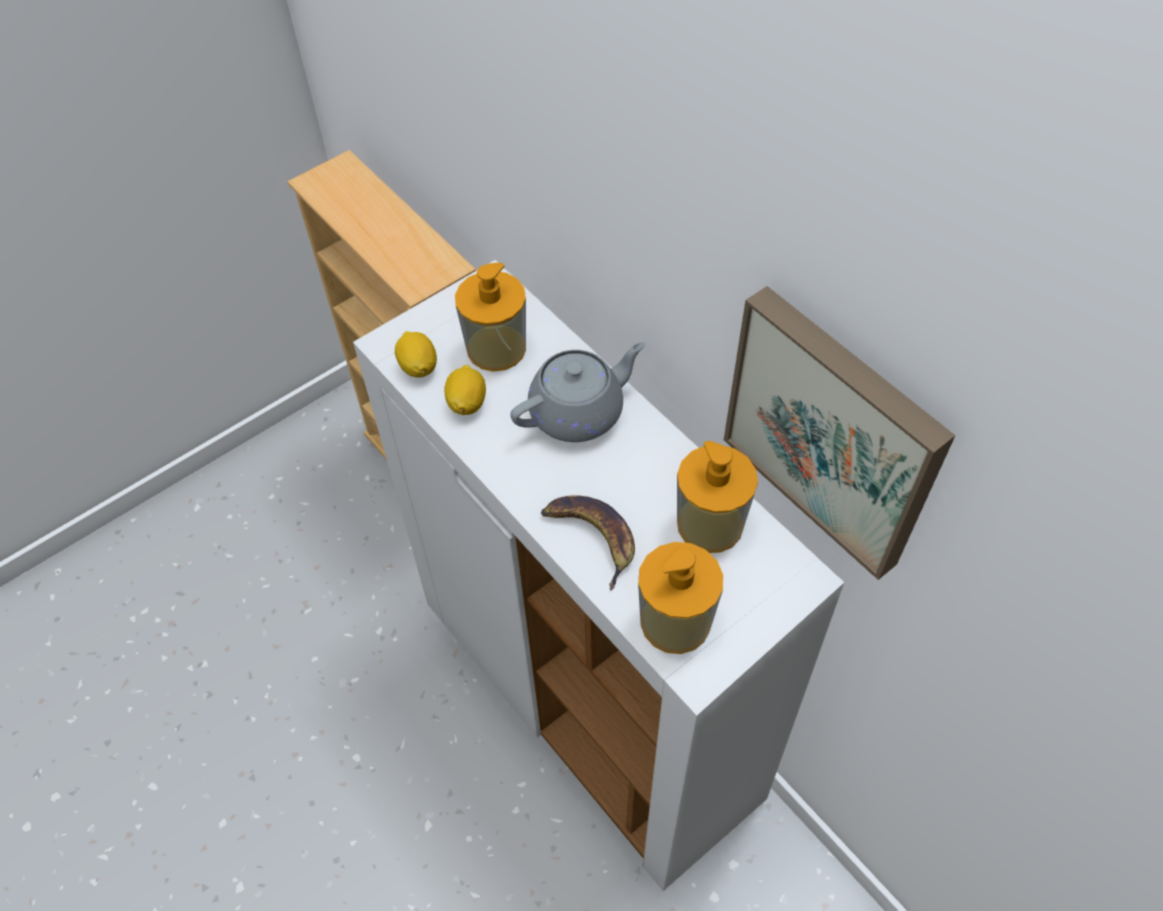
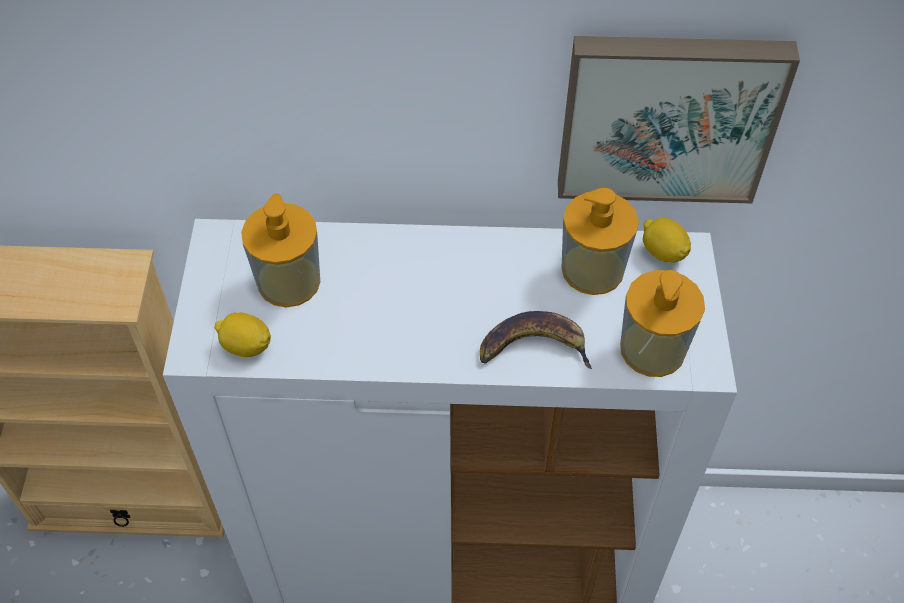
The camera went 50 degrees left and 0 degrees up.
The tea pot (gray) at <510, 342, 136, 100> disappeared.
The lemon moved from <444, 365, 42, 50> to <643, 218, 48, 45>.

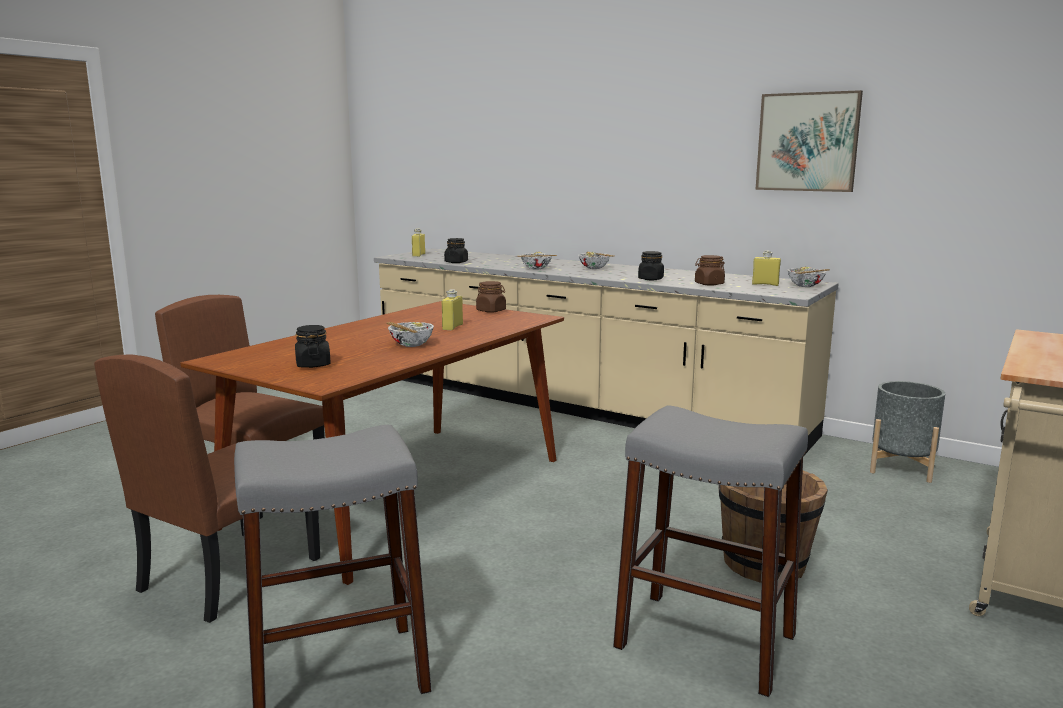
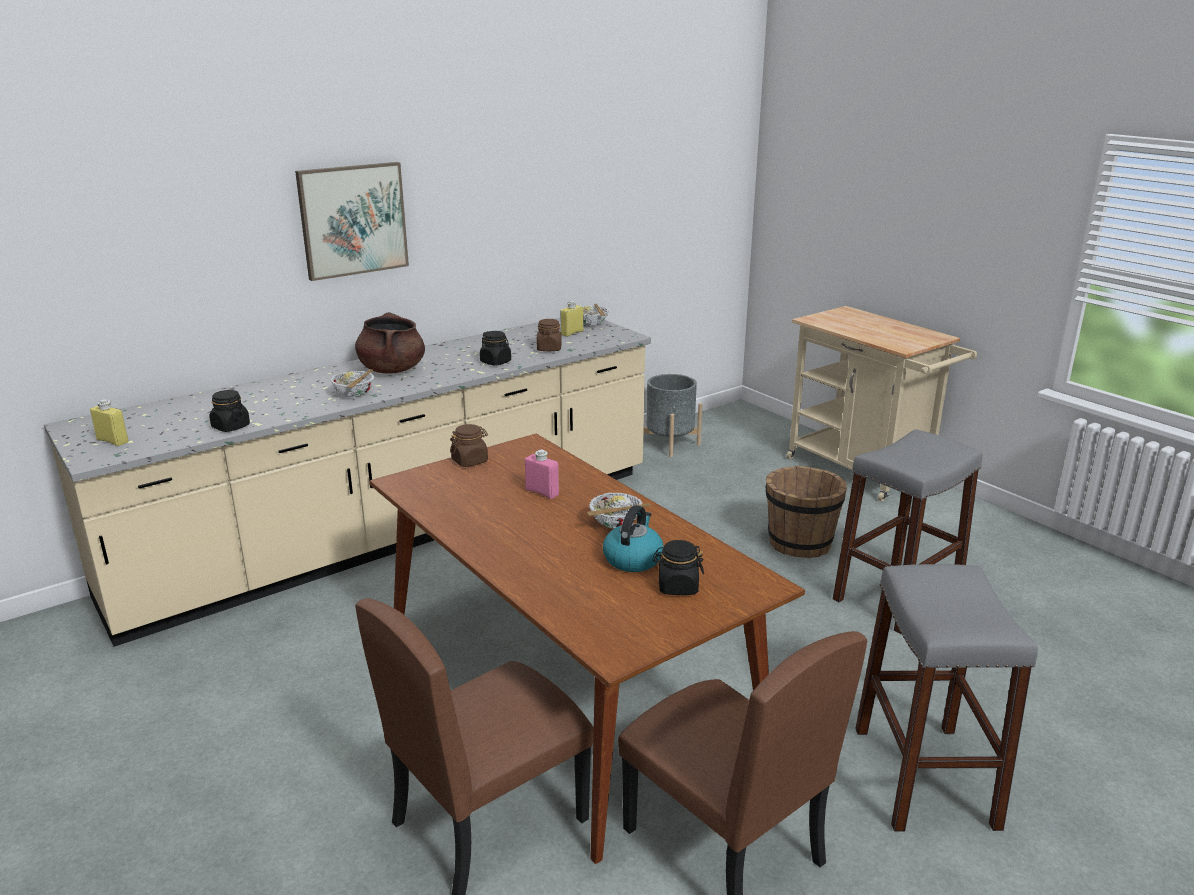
The camera went 70 degrees left and 10 degrees up.
The wall picture moved from <755, 90, 108, 102> to <295, 162, 114, 119>.
The serving bowl at <578, 252, 36, 17> was replaced by the saucepot (brown-coloured) at <355, 312, 70, 62>.
The drink bottle (yellow) at <442, 289, 21, 41> became the drink bottle (pinkish) at <525, 450, 34, 49>.
The tea kettle at <603, 505, 61, 67> appeared.

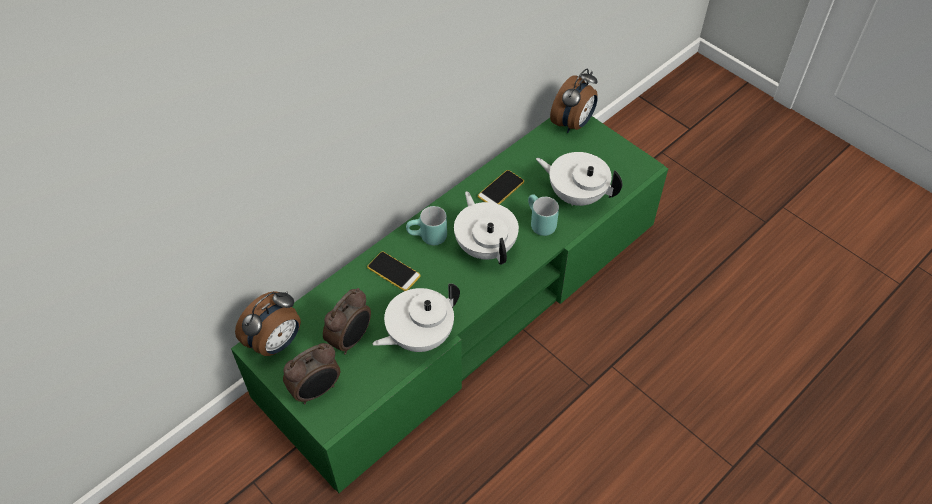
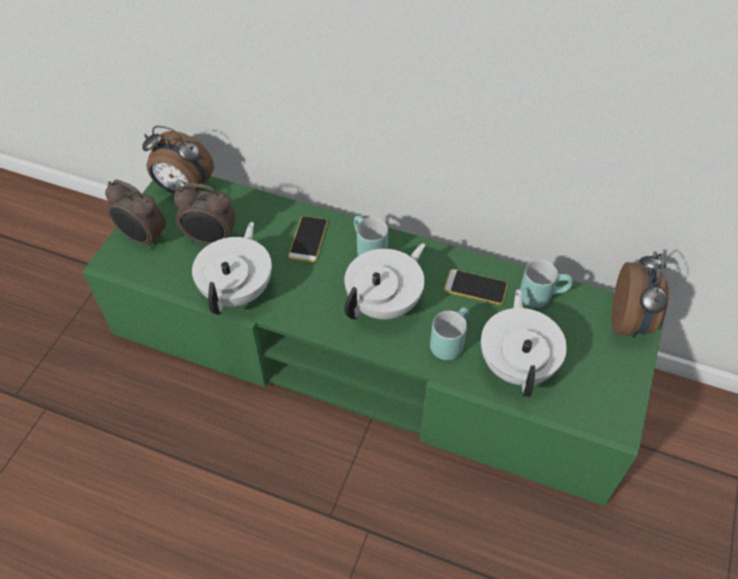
The camera went 65 degrees right and 0 degrees up.
The alarm clock at <550, 69, 48, 64> turned 90 degrees counterclockwise.
The tea pot (white) at <373, 283, 87, 69> turned 75 degrees clockwise.
The tea mug (blue-green) at <520, 260, 53, 48> appeared.

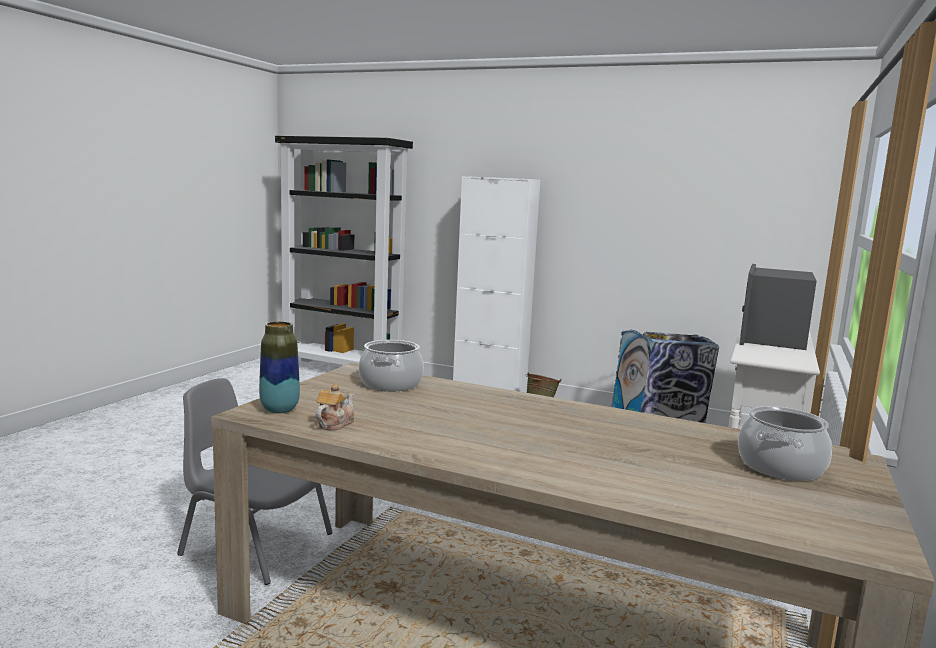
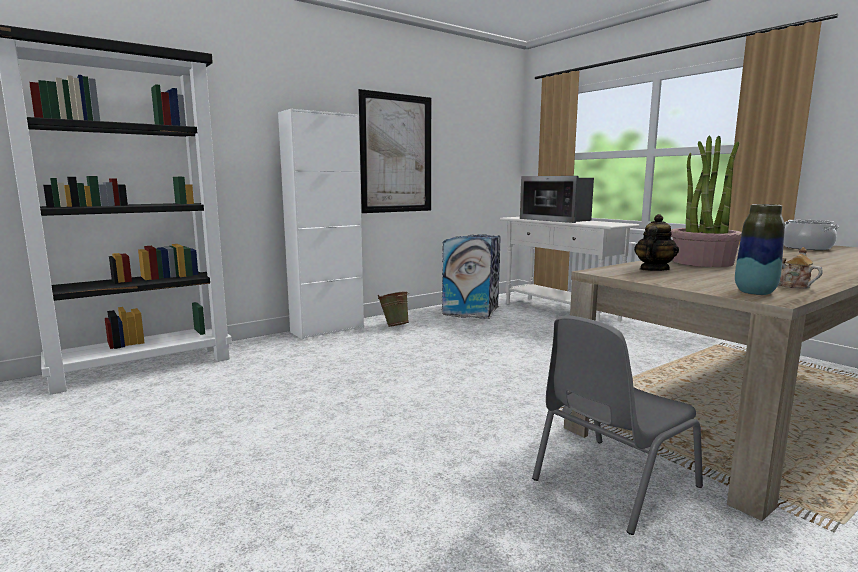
The camera went 60 degrees left and 0 degrees up.
The saucepot at <359, 340, 65, 51> was replaced by the tea pot at <634, 214, 45, 57>.
The wall picture at <358, 89, 73, 124> appeared.
The potted plant at <671, 135, 71, 132> appeared.

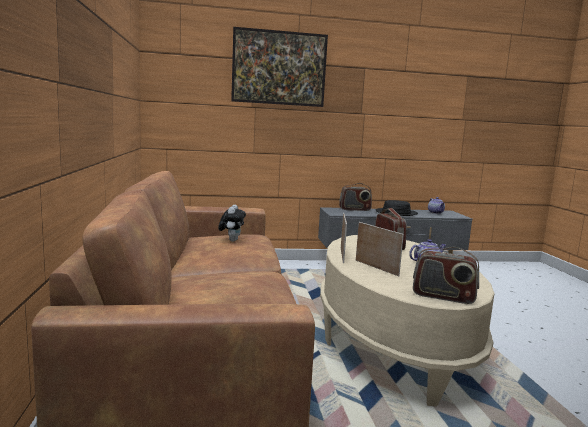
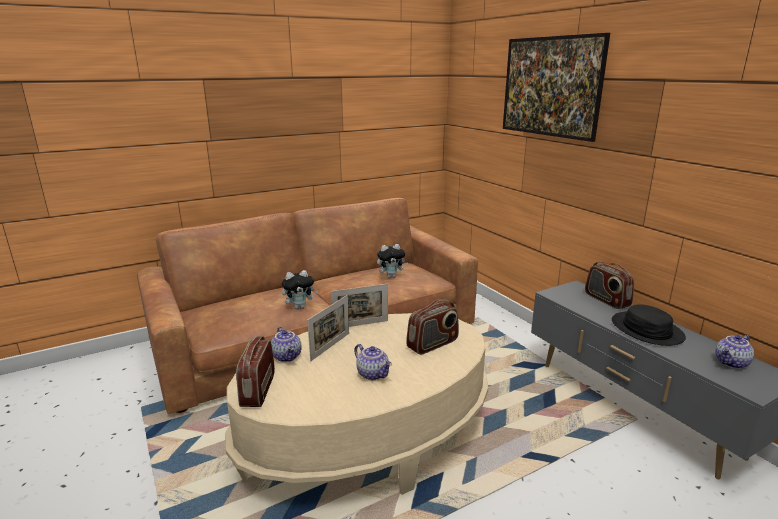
The camera went 70 degrees right and 10 degrees up.
The plush toy at <282, 270, 36, 39> appeared.
The tea pot at <271, 327, 31, 35> appeared.

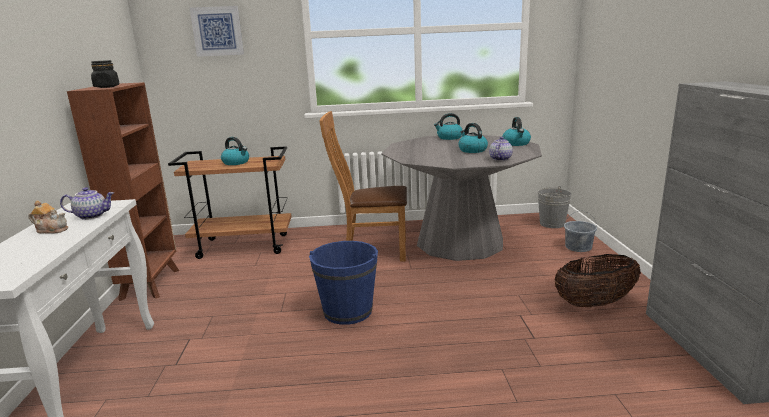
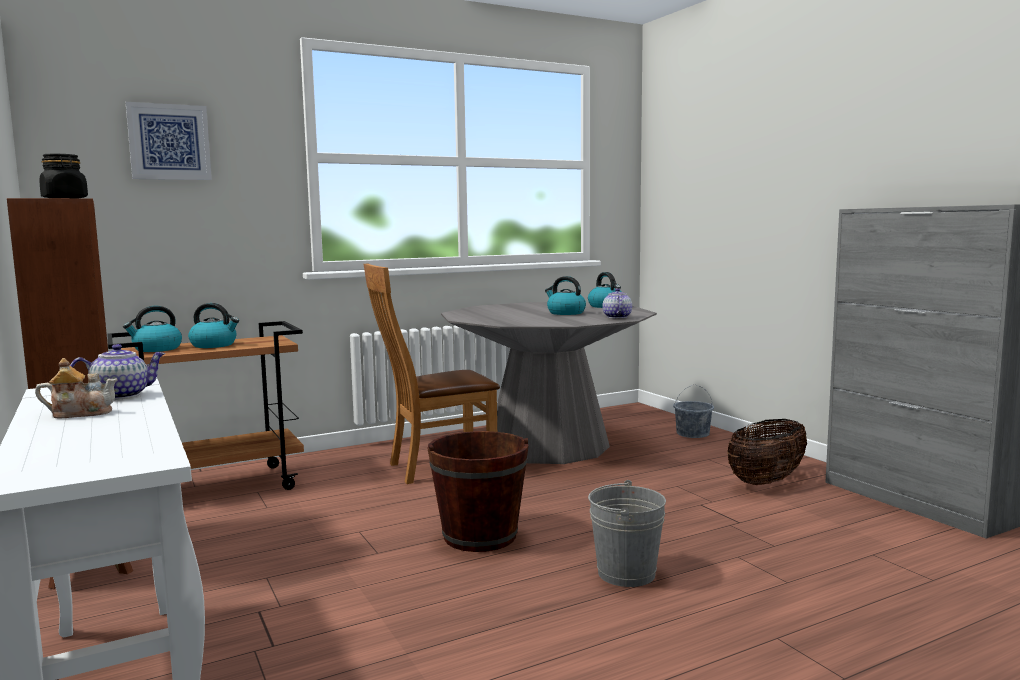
The camera went 25 degrees left and 10 degrees down.
The tea kettle moved from <434, 113, 29, 27> to <123, 306, 59, 46>.
The water bucket (gray) moved from <537, 186, 35, 42> to <588, 480, 78, 107>.
The water bucket (blue-coloured) at <309, 241, 69, 84> became the water bucket (brown-coloured) at <428, 431, 101, 121>.

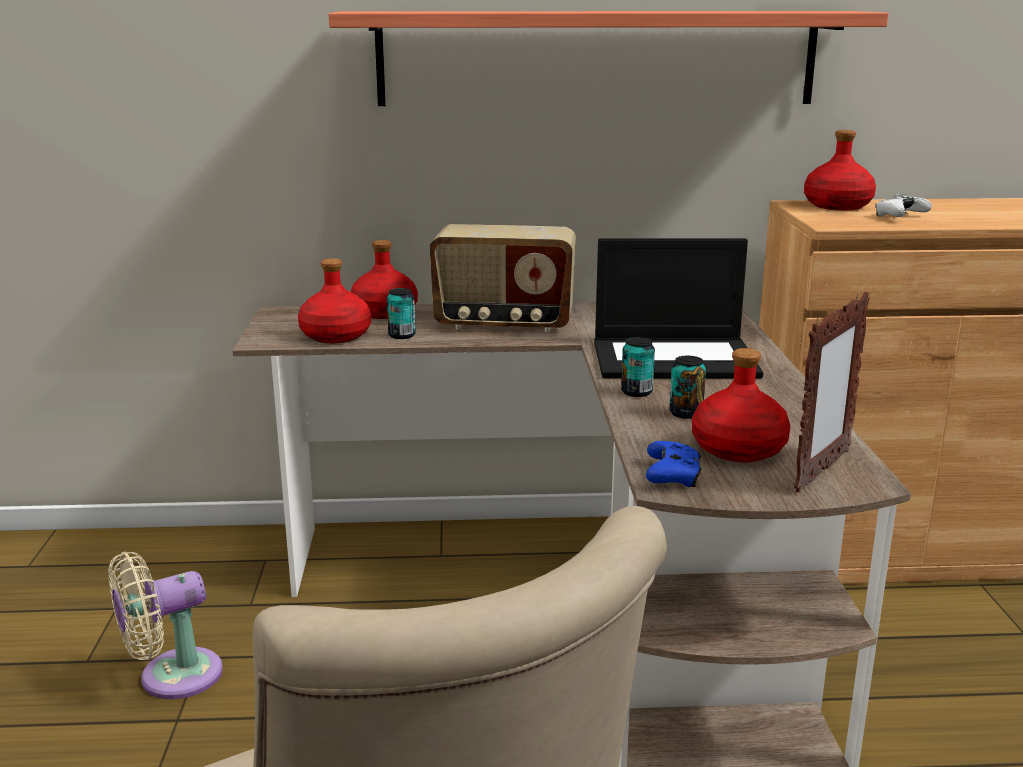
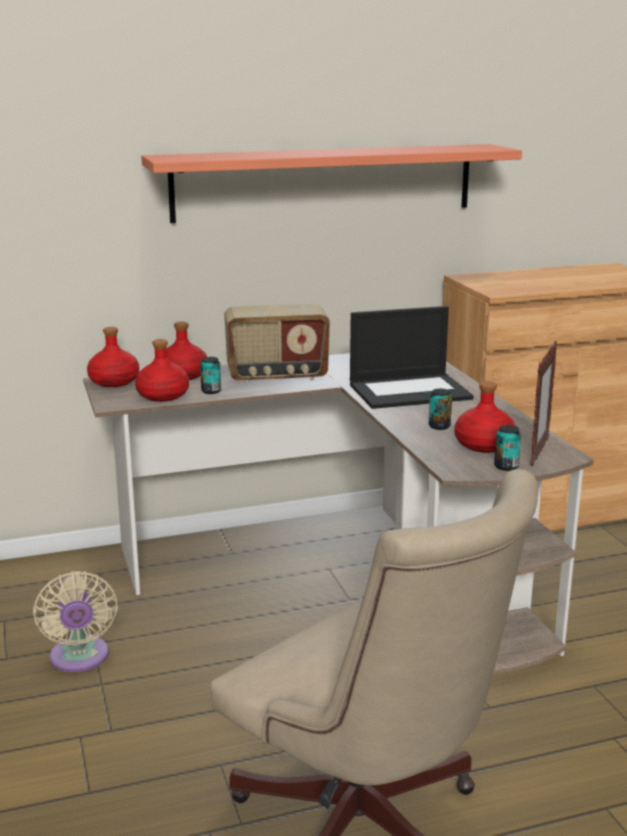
The camera went 15 degrees left and 0 degrees up.
The drink bottle (reddish) moved from <804, 130, 72, 80> to <87, 327, 52, 60>.
The game controller (white) at <875, 193, 57, 24> disappeared.
The sealed can moved from <621, 337, 34, 60> to <494, 425, 27, 46>.
The game controller (blue-coloured) at <646, 441, 56, 46> disappeared.
The electric fan (beige-coloured) at <108, 552, 115, 147> turned 60 degrees counterclockwise.

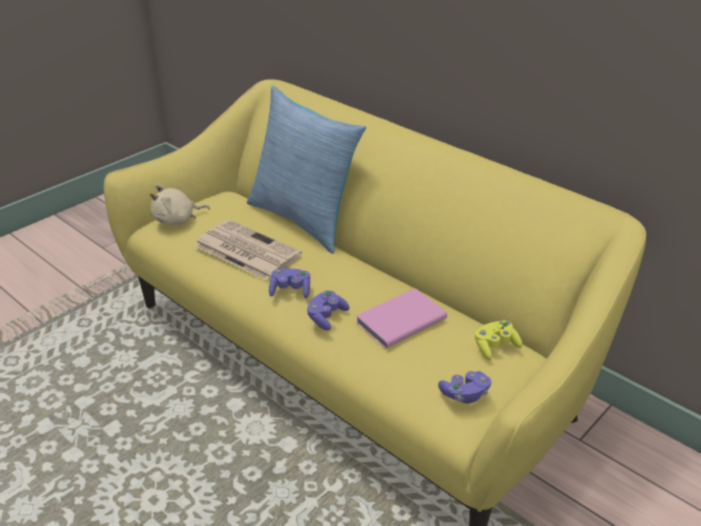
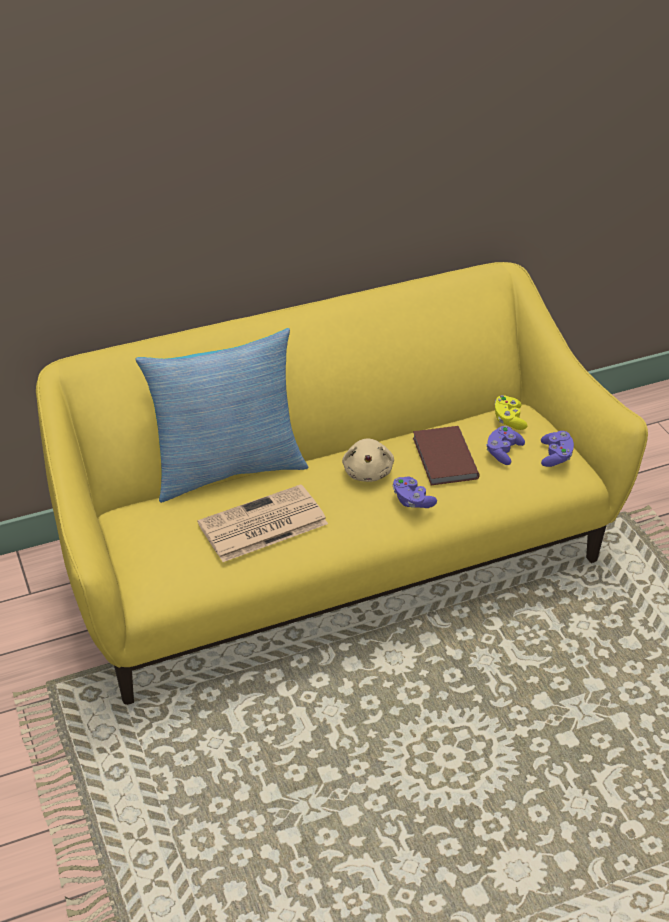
The camera went 65 degrees left and 5 degrees up.
The plush toy (beige-coloured) moved from <150, 184, 60, 41> to <342, 438, 52, 44>.
The game controller (purple) moved from <269, 269, 41, 29> to <486, 426, 39, 39>.
The book (pinkish) at <356, 288, 91, 61> became the book (brown-coloured) at <413, 426, 67, 59>.

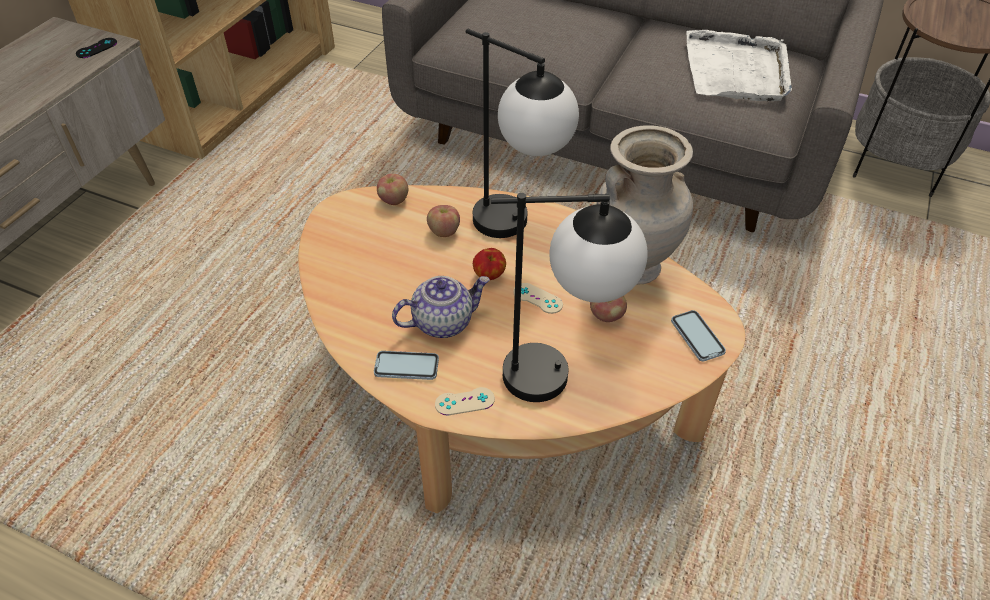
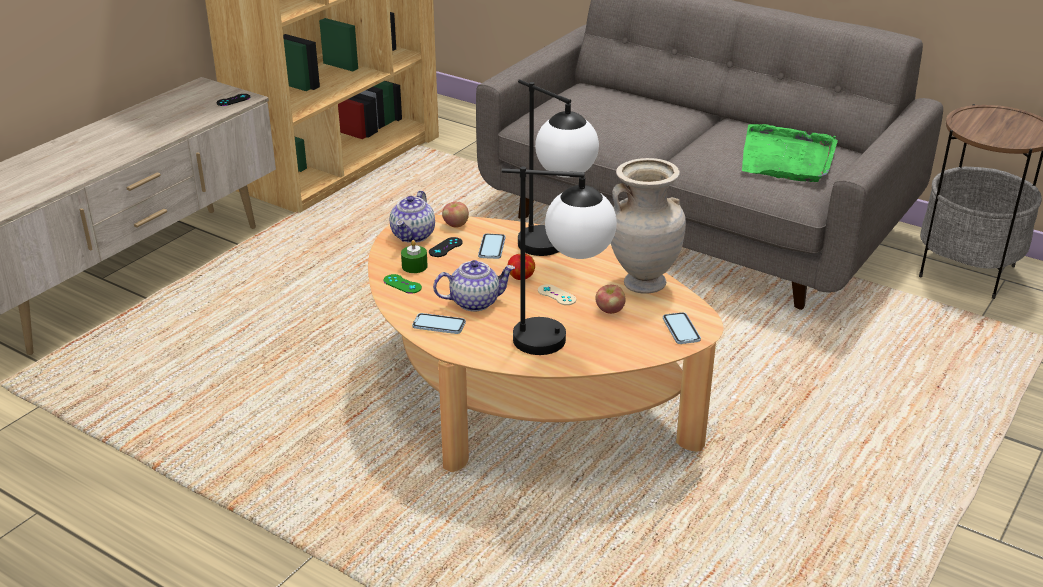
The camera went 10 degrees right and 15 degrees down.
The carrying tray (white) at <686, 30, 106, 71> became the carrying tray (greenish) at <742, 124, 96, 58>.
The whole apple at <427, 205, 33, 32> was replaced by the telephone at <478, 234, 27, 25>.
The game controller (beige-coloured) at <435, 387, 60, 28> disappeared.
The tea pot at <390, 190, 45, 53> appeared.
The game controller (black) at <429, 237, 34, 20> appeared.
The wax candle (greenish) at <401, 240, 27, 33> appeared.
The game controller (greenish) at <383, 274, 39, 20> appeared.

